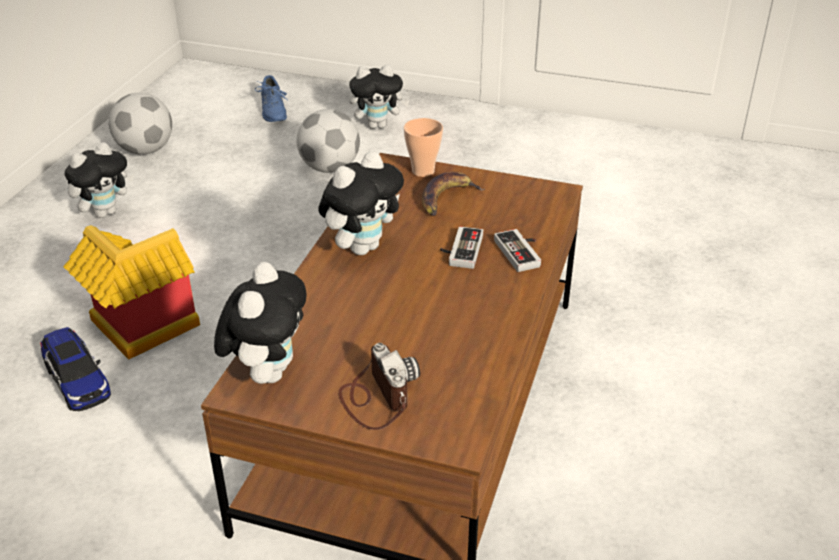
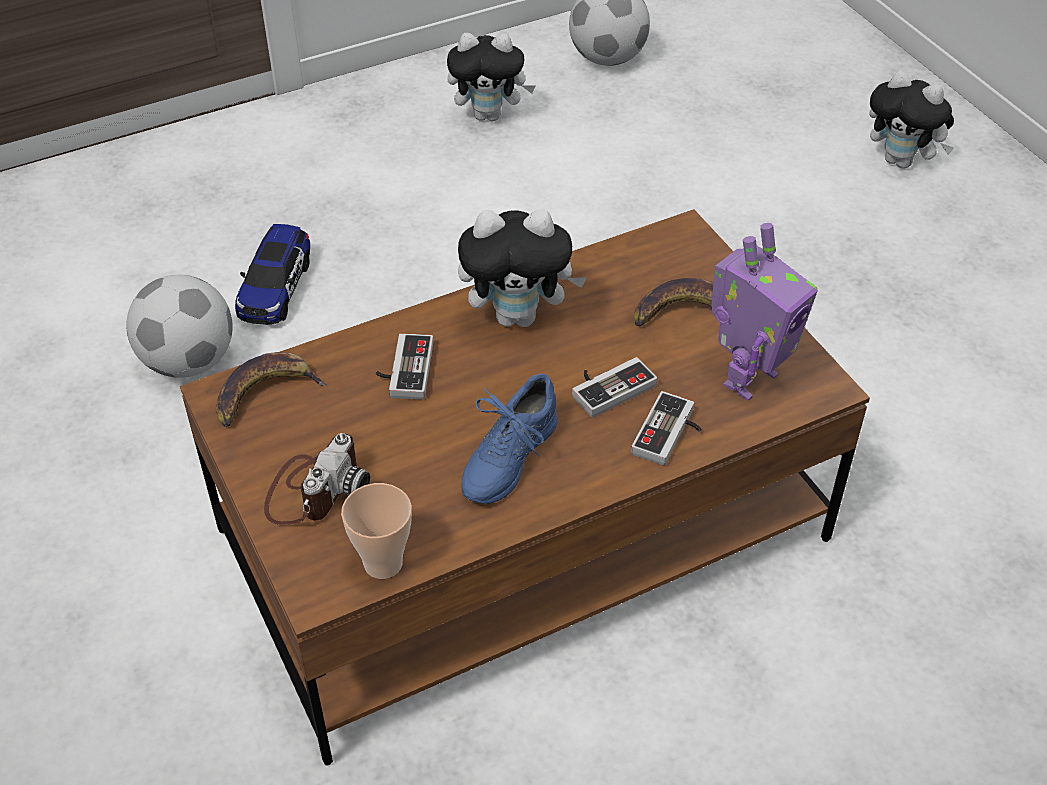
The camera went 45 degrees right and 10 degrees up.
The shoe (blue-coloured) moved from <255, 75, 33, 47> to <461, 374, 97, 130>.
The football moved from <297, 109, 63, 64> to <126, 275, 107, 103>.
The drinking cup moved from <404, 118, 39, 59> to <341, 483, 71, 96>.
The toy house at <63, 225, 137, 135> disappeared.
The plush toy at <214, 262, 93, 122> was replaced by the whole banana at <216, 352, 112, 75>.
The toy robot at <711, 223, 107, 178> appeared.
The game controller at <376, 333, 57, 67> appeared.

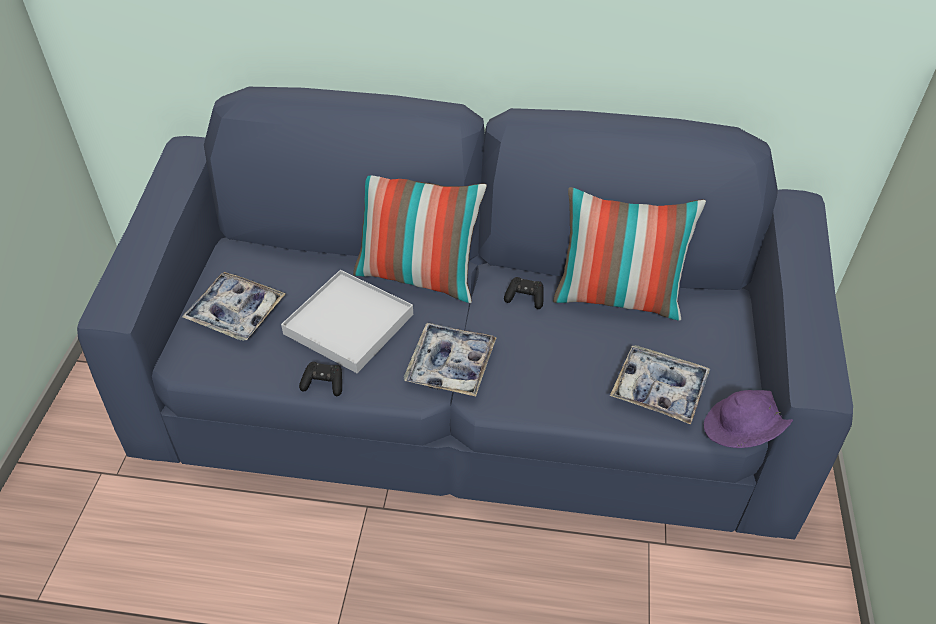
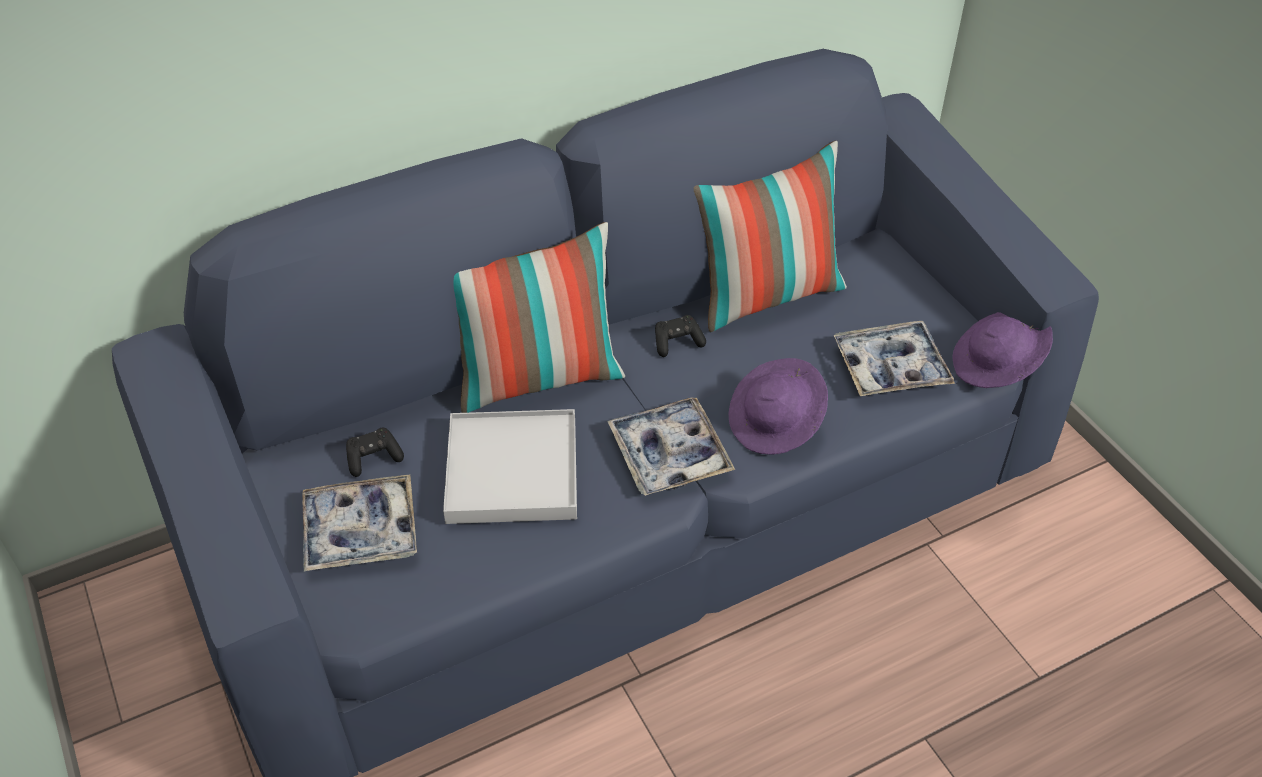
The camera went 35 degrees left and 0 degrees up.
The game controller (black) moved from <299, 362, 43, 34> to <346, 427, 58, 50>.
The wearable hat (purple) at <729, 358, 99, 97> appeared.

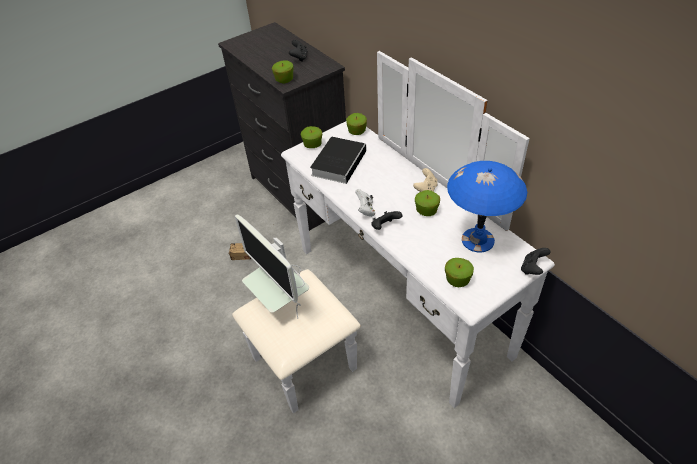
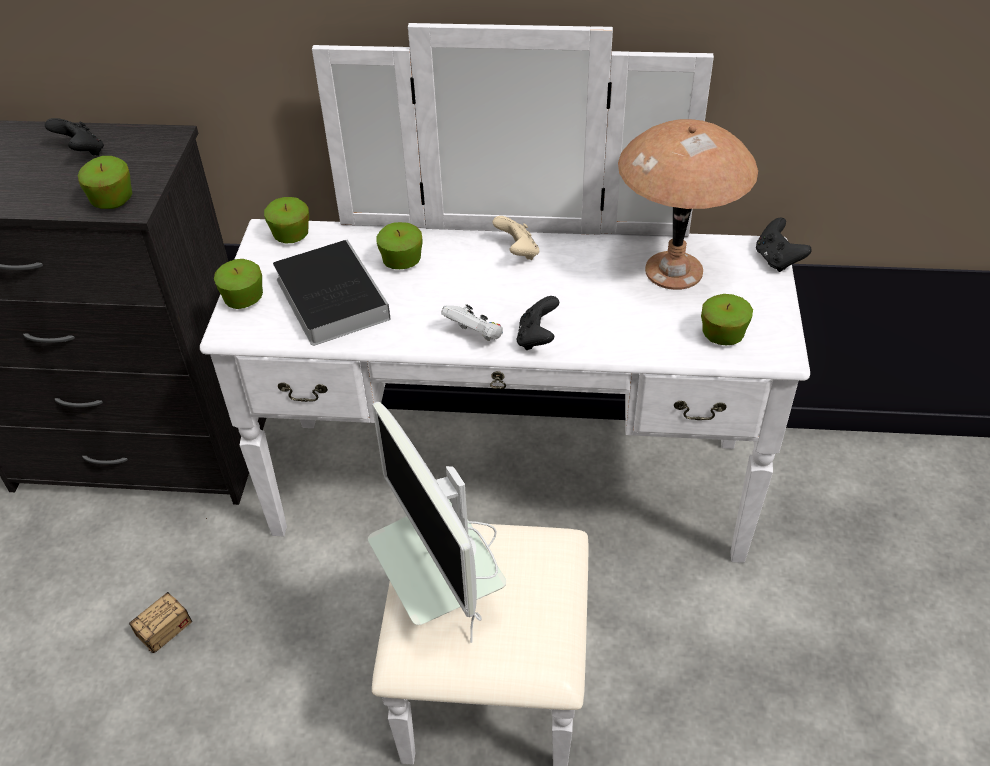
The camera went 50 degrees left and 0 degrees up.
The tabletop lamp (blue-coloured) at <447, 161, 80, 91> became the tabletop lamp (brown-coloured) at <618, 119, 140, 171>.
The whole apple moved from <415, 190, 25, 26> to <377, 222, 46, 47>.
The computer display at <235, 215, 74, 104> turned 60 degrees clockwise.

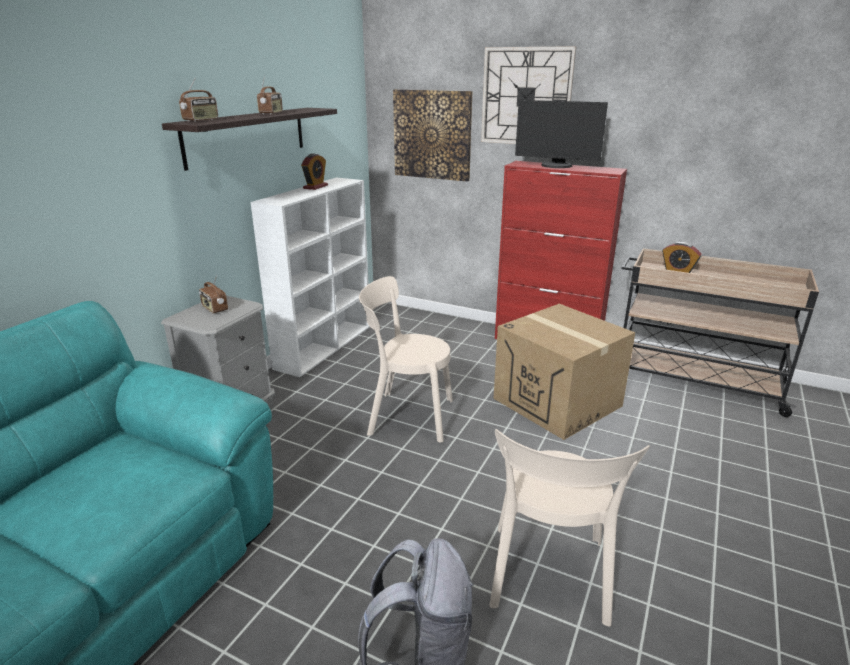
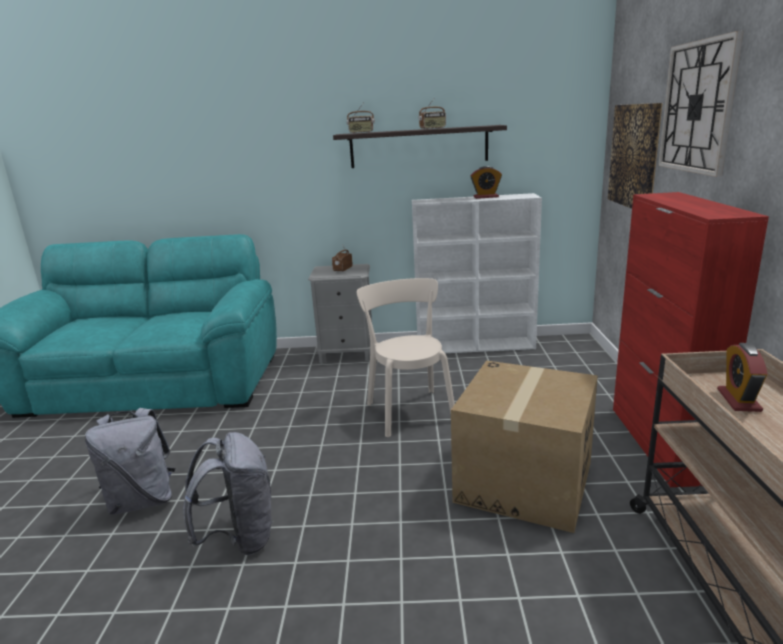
The camera went 65 degrees right and 5 degrees down.
The computer display at <515, 100, 93, 68> disappeared.
The chair (beige-coloured) at <490, 429, 160, 198> was replaced by the knapsack (gray) at <183, 432, 90, 123>.

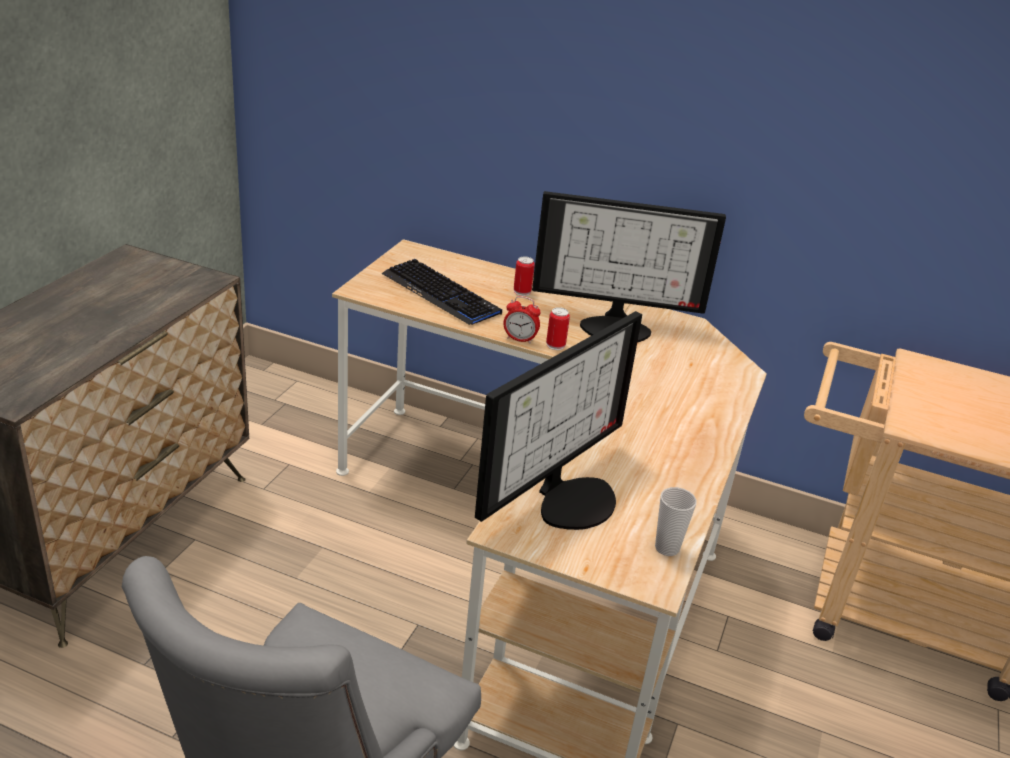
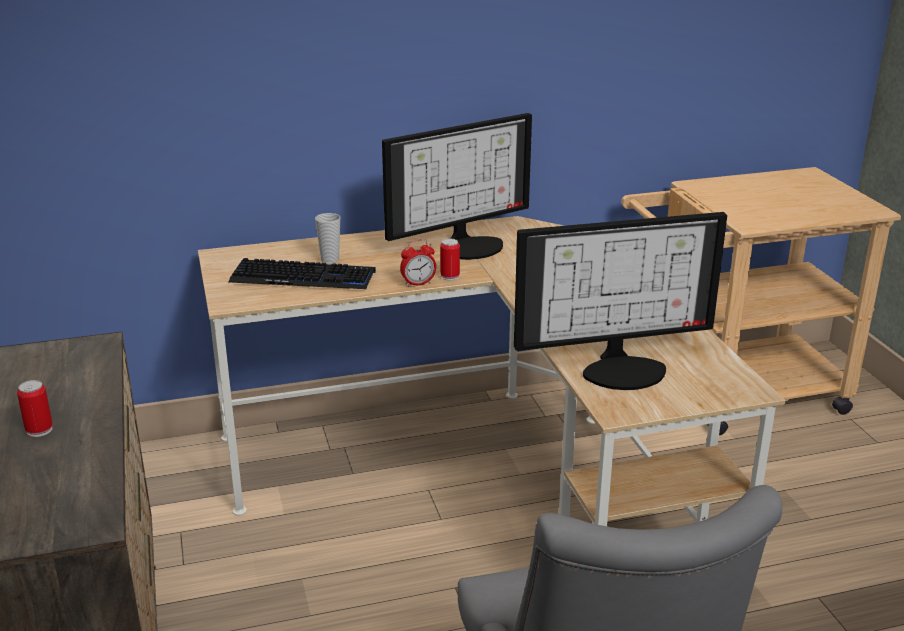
The camera went 35 degrees left and 5 degrees down.
The sealed can moved from <514, 256, 21, 40> to <17, 380, 36, 57>.
The computer display at <475, 311, 167, 219> turned 75 degrees clockwise.
The drinking cup moved from <655, 487, 42, 69> to <315, 213, 26, 51>.

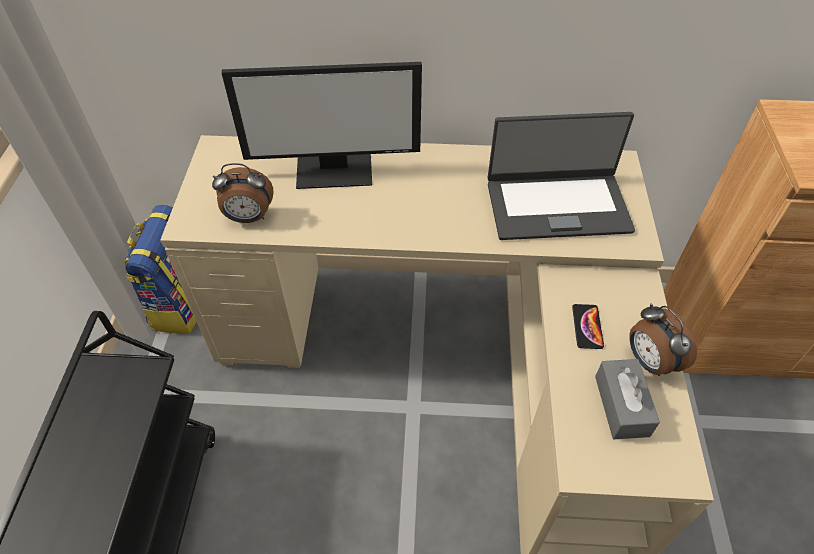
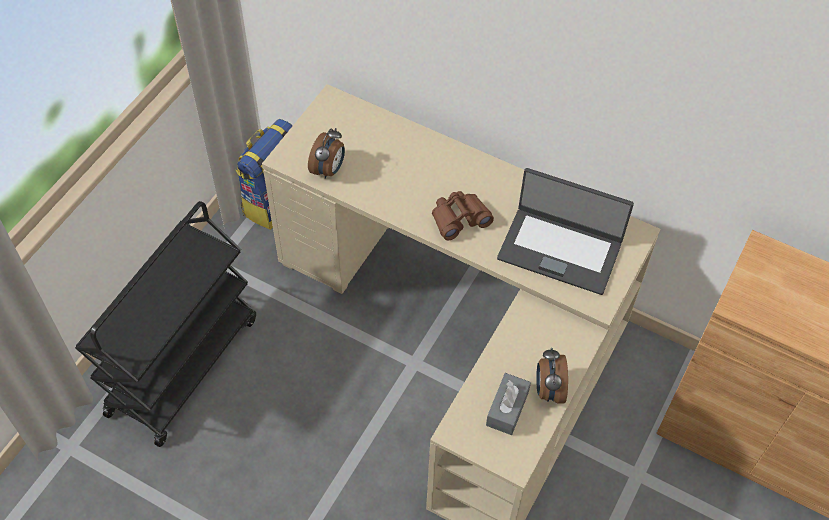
The camera went 25 degrees right and 5 degrees up.
The computer display at <221, 62, 201, 127> disappeared.
The alarm clock at <212, 163, 61, 60> turned 90 degrees counterclockwise.
The telephone at <572, 304, 32, 45> disappeared.
The field glasses (brown-coloured) at <432, 191, 62, 49> appeared.

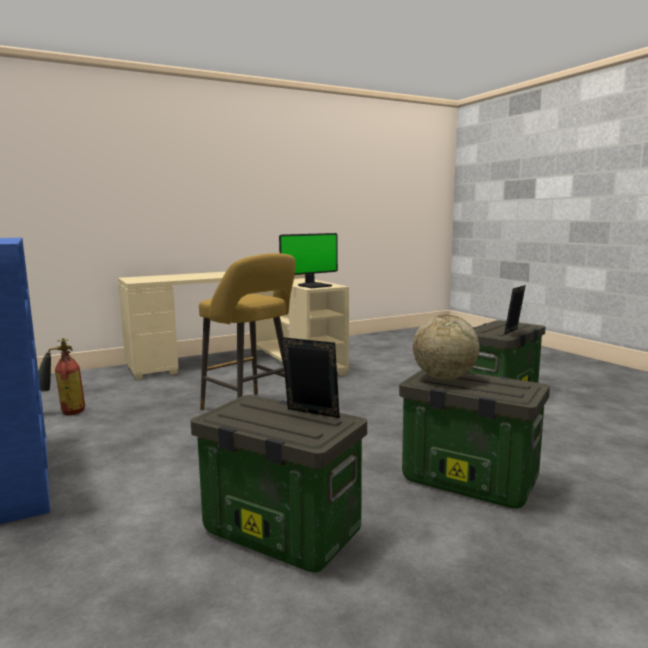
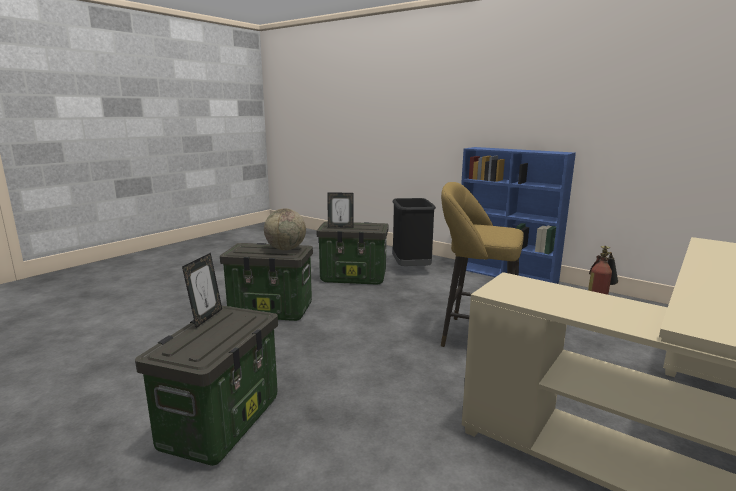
The camera went 155 degrees right and 5 degrees up.
The computer display at <279, 233, 59, 55> disappeared.
The waste bin (black) at <392, 198, 44, 68> appeared.

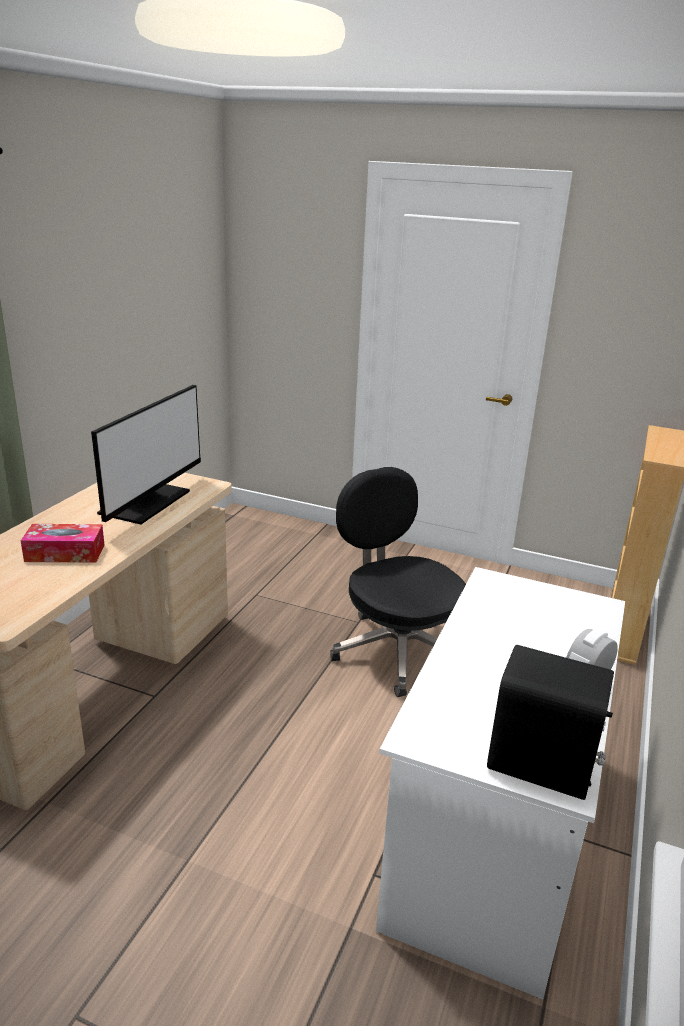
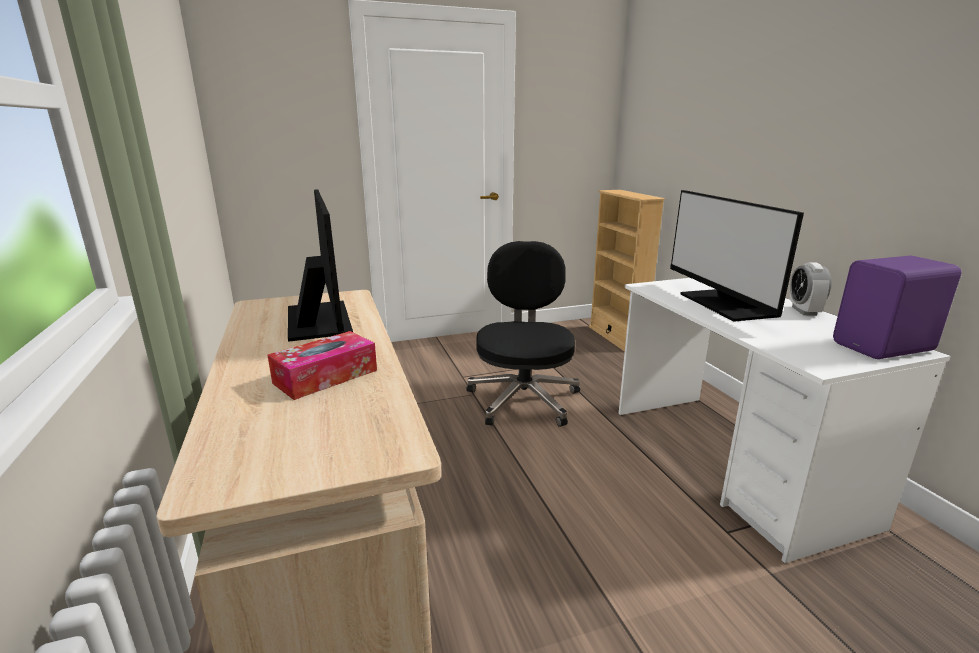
The camera went 40 degrees left and 5 degrees down.
The computer chair (black) at <330, 467, 136, 230> turned 75 degrees clockwise.
The audio speaker (black) at <487, 645, 127, 155> became the audio speaker (purple) at <833, 256, 128, 103>.
The computer display at <670, 190, 134, 132> appeared.

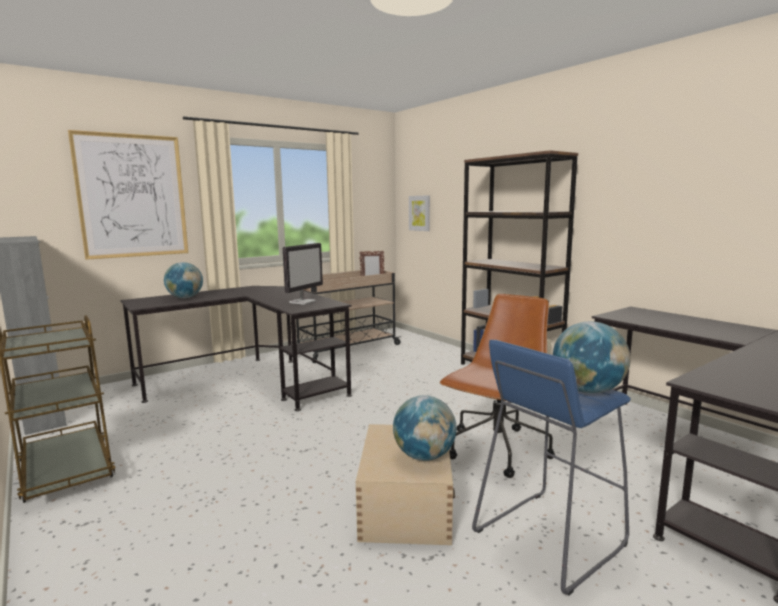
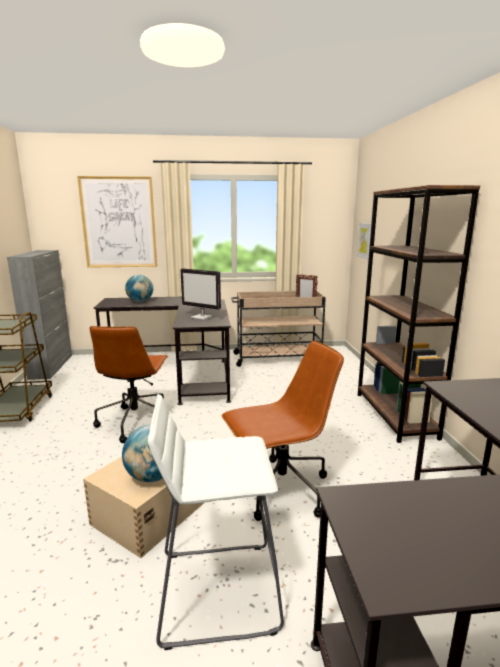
The camera went 30 degrees right and 5 degrees up.
The computer display at <283, 243, 40, 62> turned 60 degrees clockwise.
The world globe at <553, 321, 78, 73> disappeared.
The stool (blue-coloured) at <472, 340, 159, 255> became the stool (white) at <148, 394, 136, 256>.
The computer chair (brown-coloured) at <90, 326, 79, 117> appeared.

